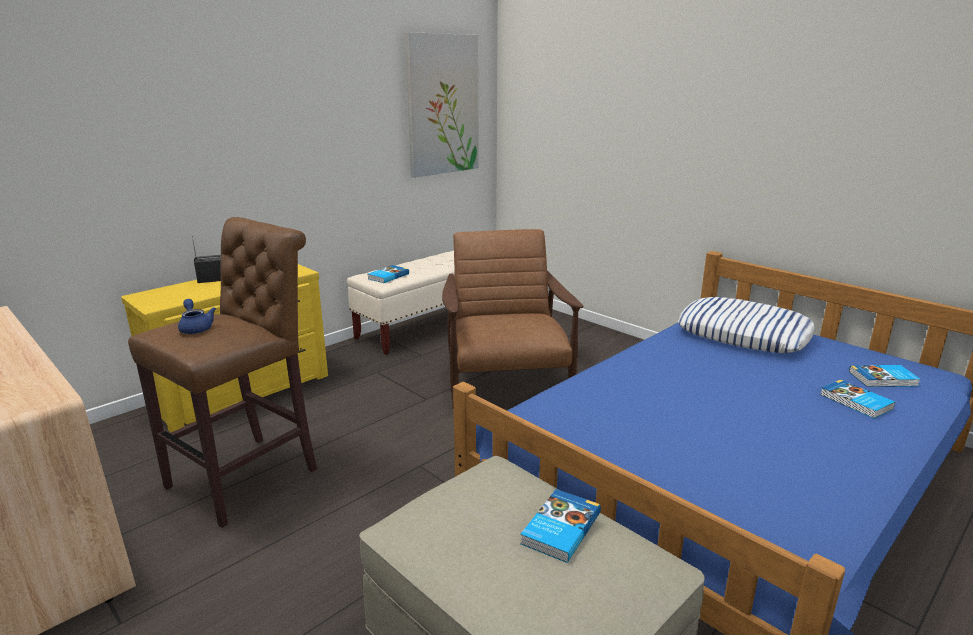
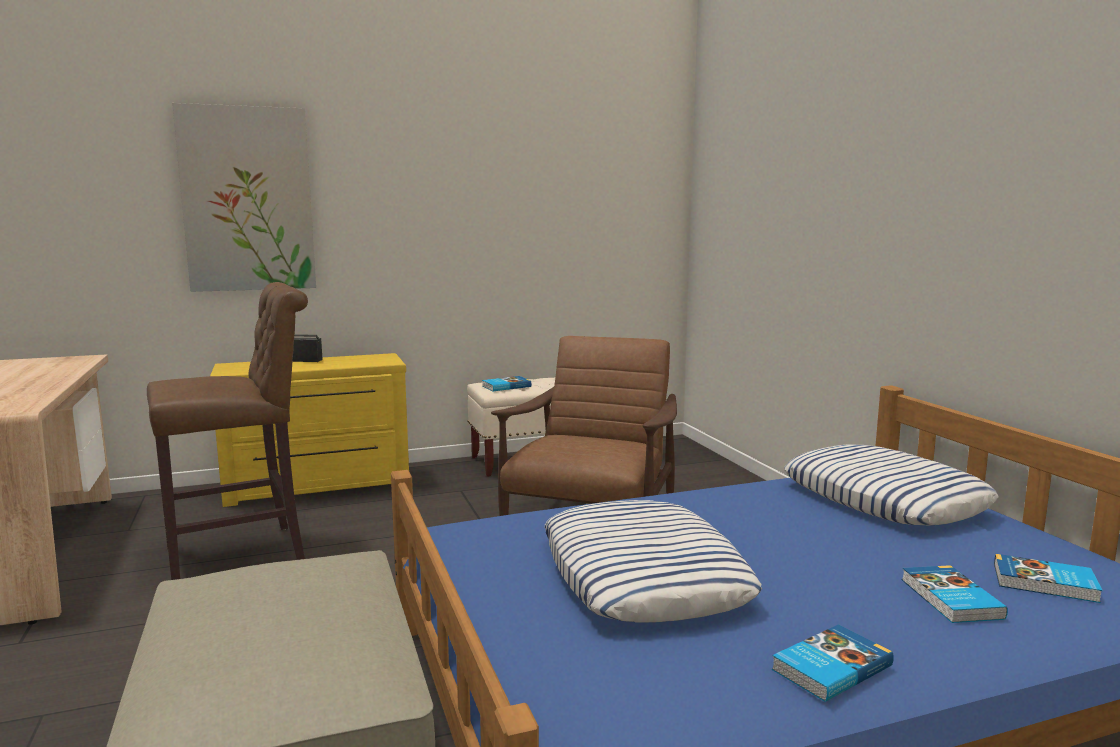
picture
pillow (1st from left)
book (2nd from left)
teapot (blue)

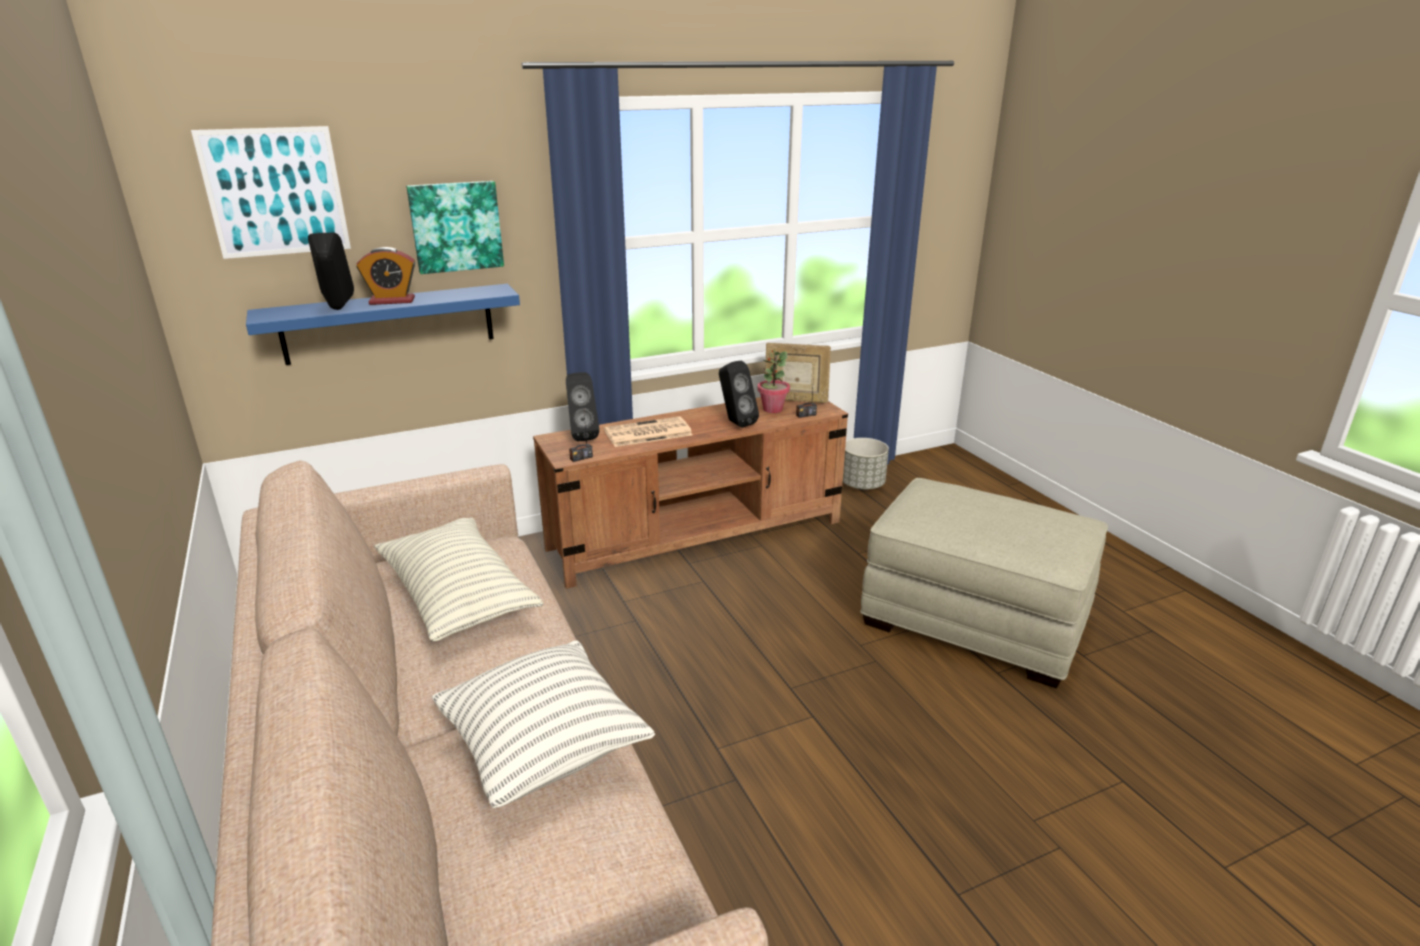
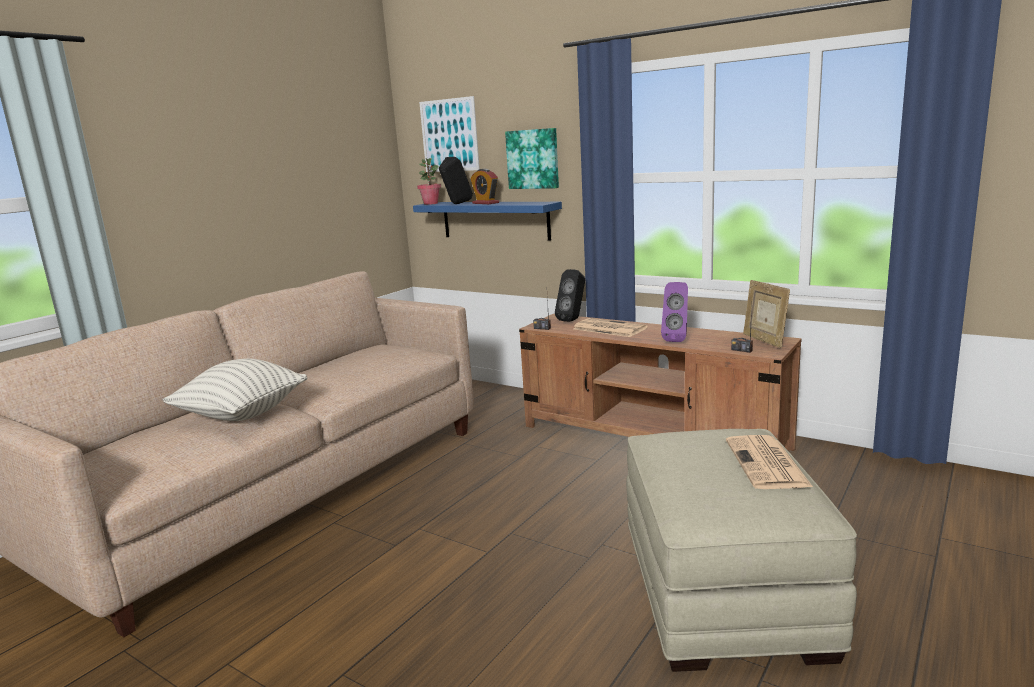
potted plant
speaker (purple)
newspaper (2nd from left)
pillow (1st from left in the first image)
planter (grey)

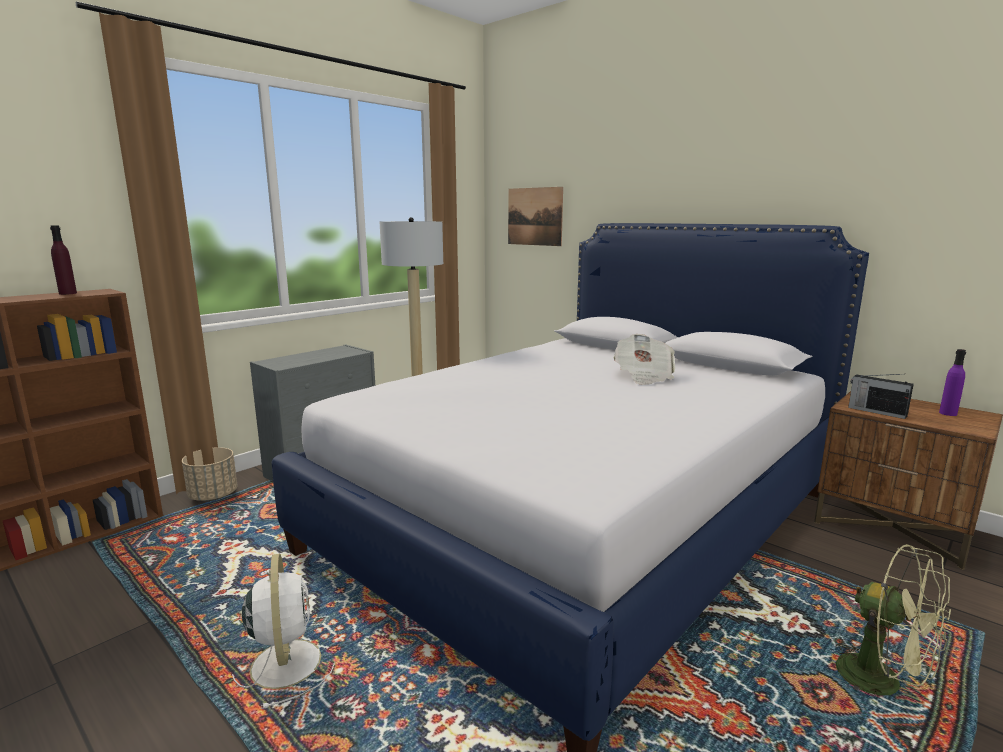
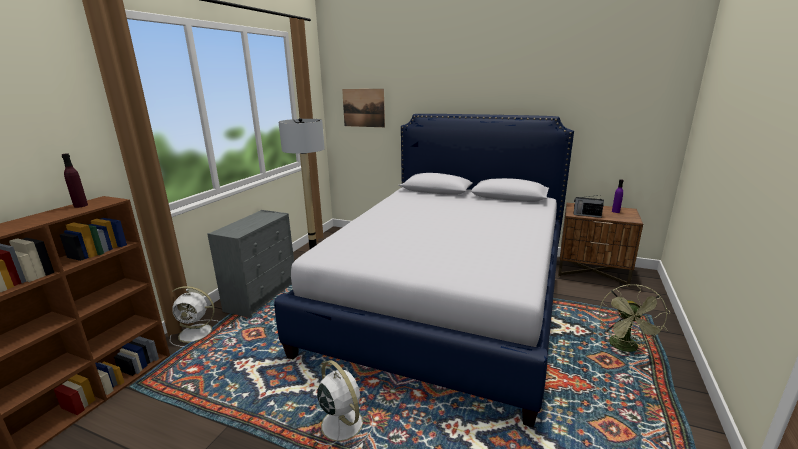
fan (white) (1st from left)
fan (green)
newspaper

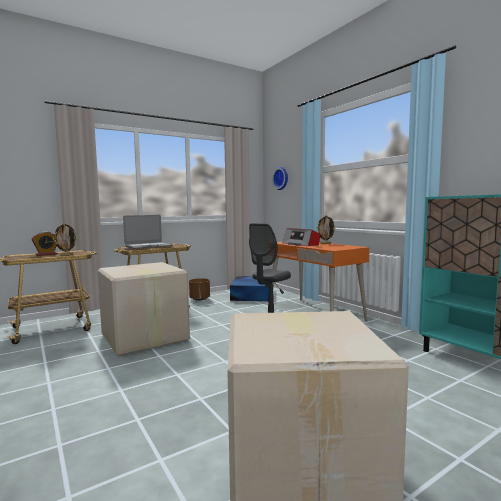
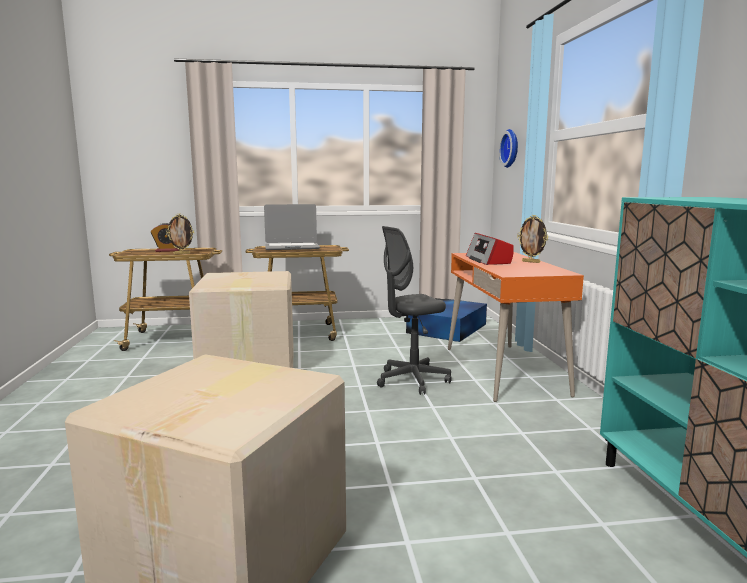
planter (brown)

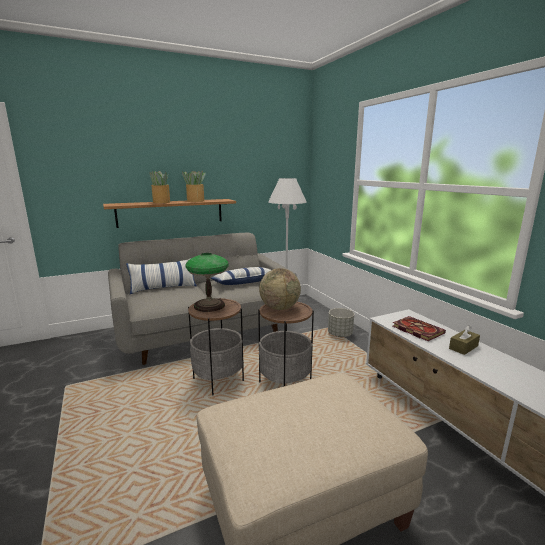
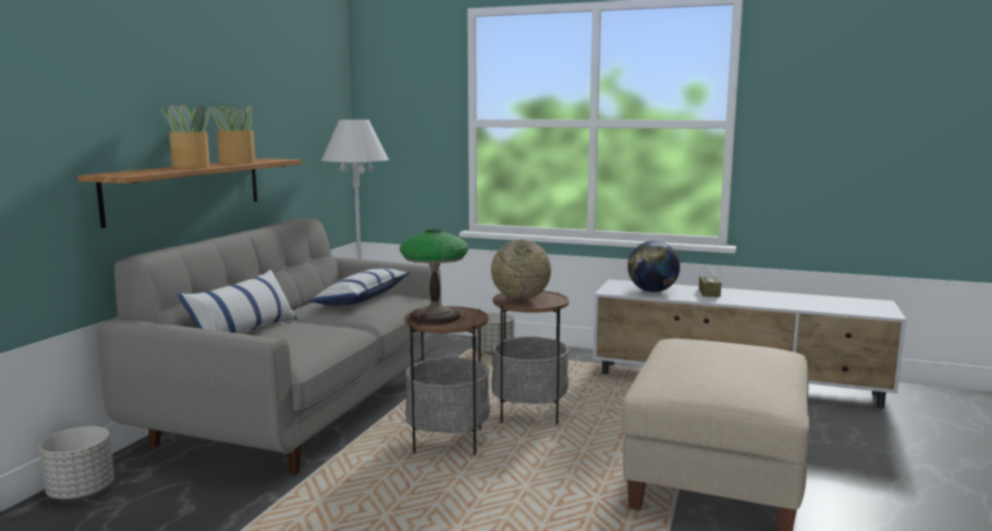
planter (grey) (1st from left)
globe (2nd from left)

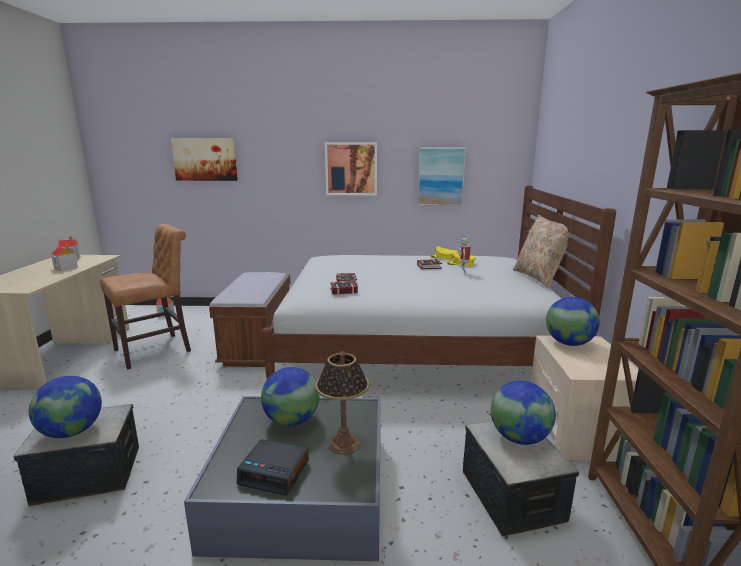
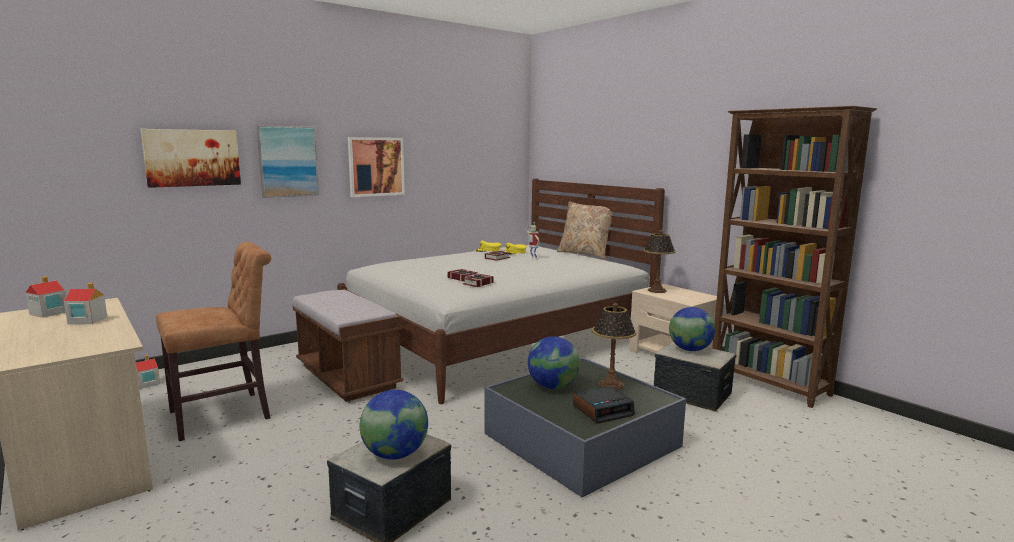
chair (brown)
picture (2nd from left)
table lamp (2nd from left)

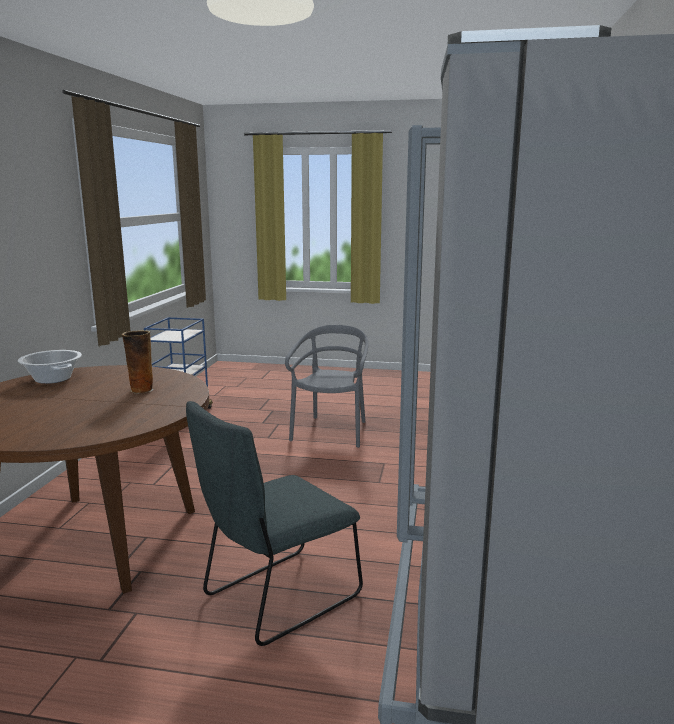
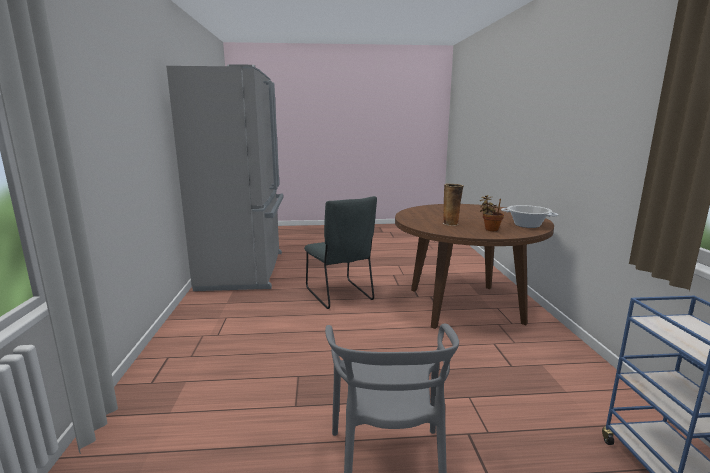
chair (grey) (1st from left)
potted plant

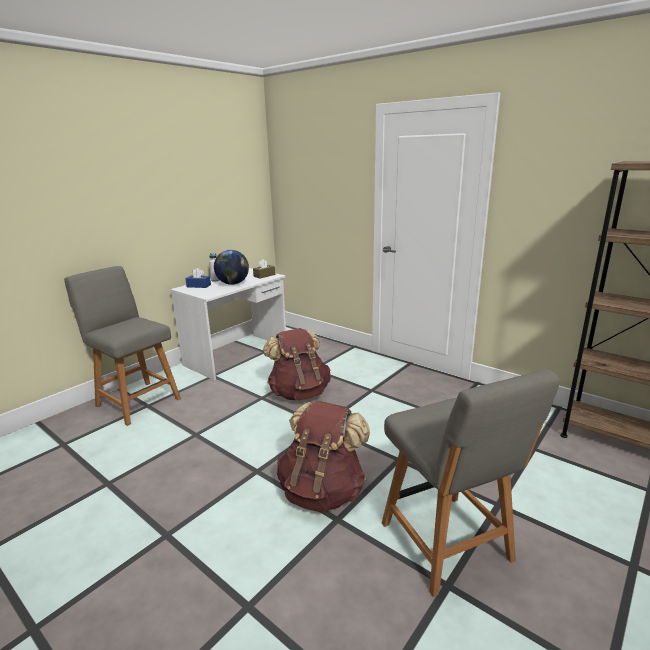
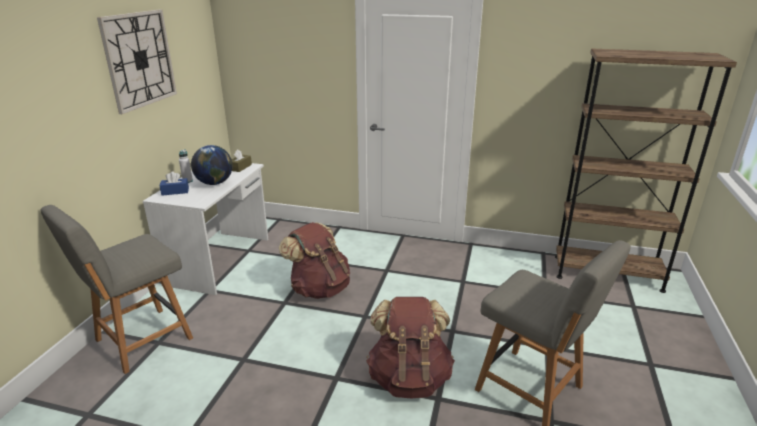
chair (grey) (1st from left)
wall clock

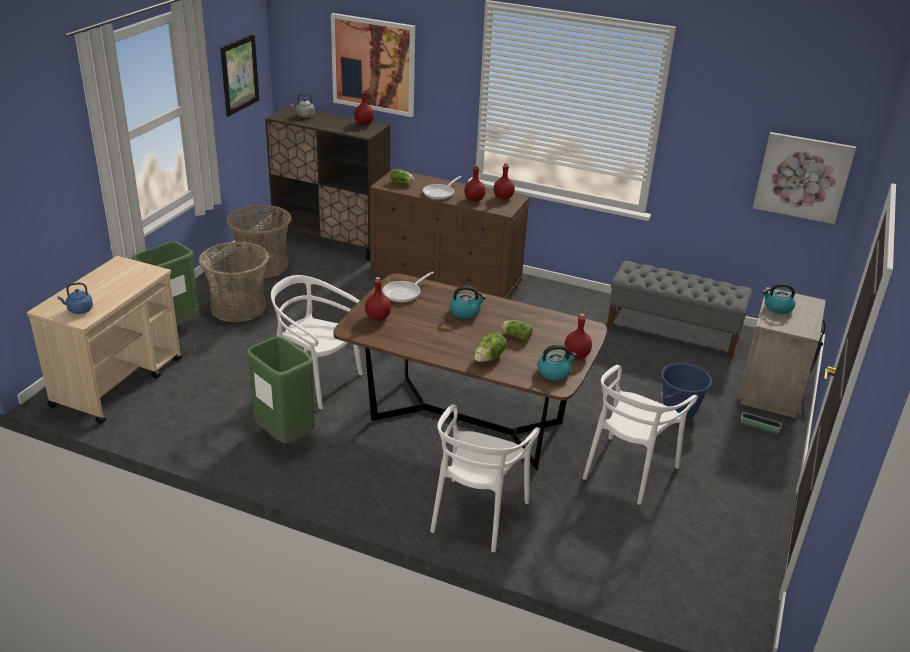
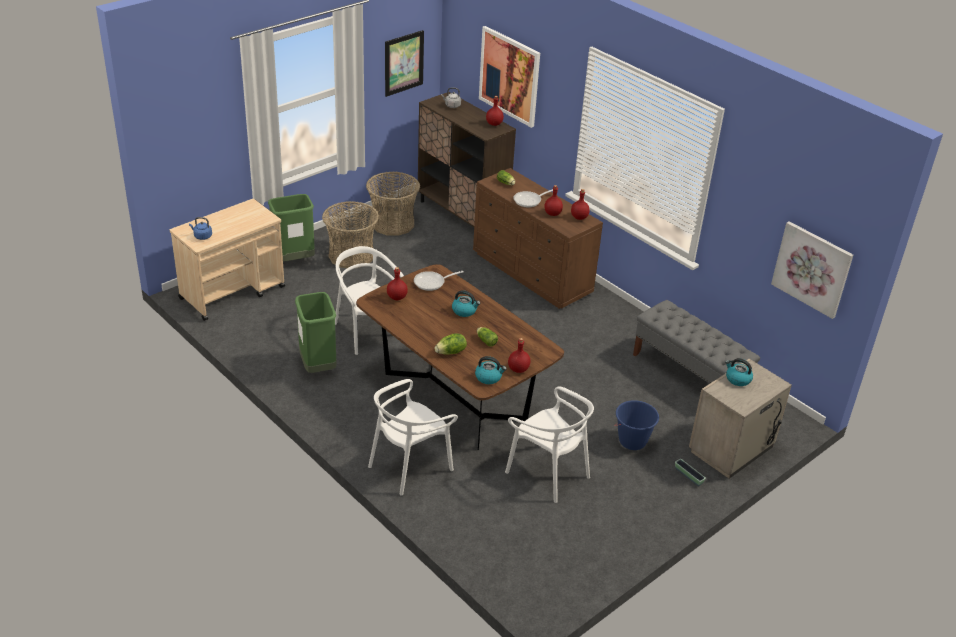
chair (white) (3rd from left)

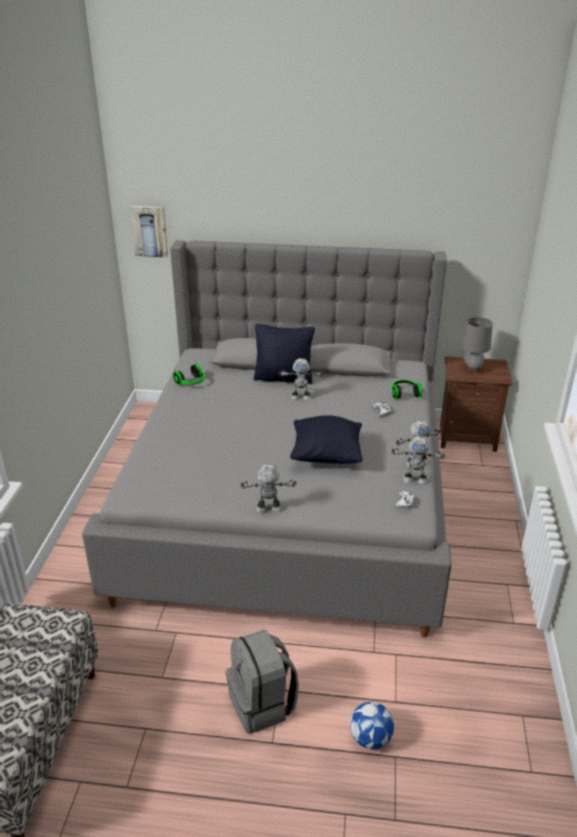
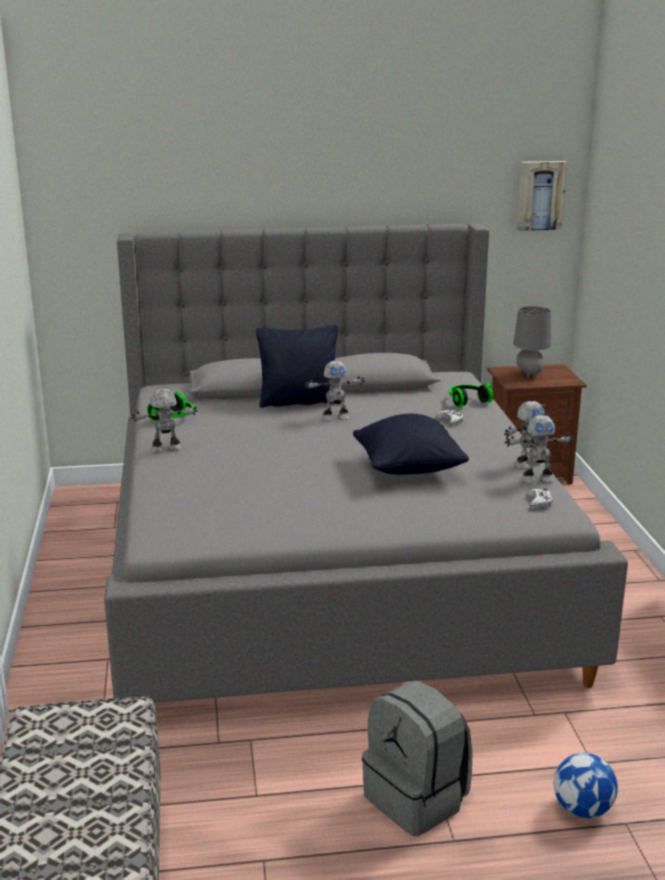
toy robot (1st from left)
picture

